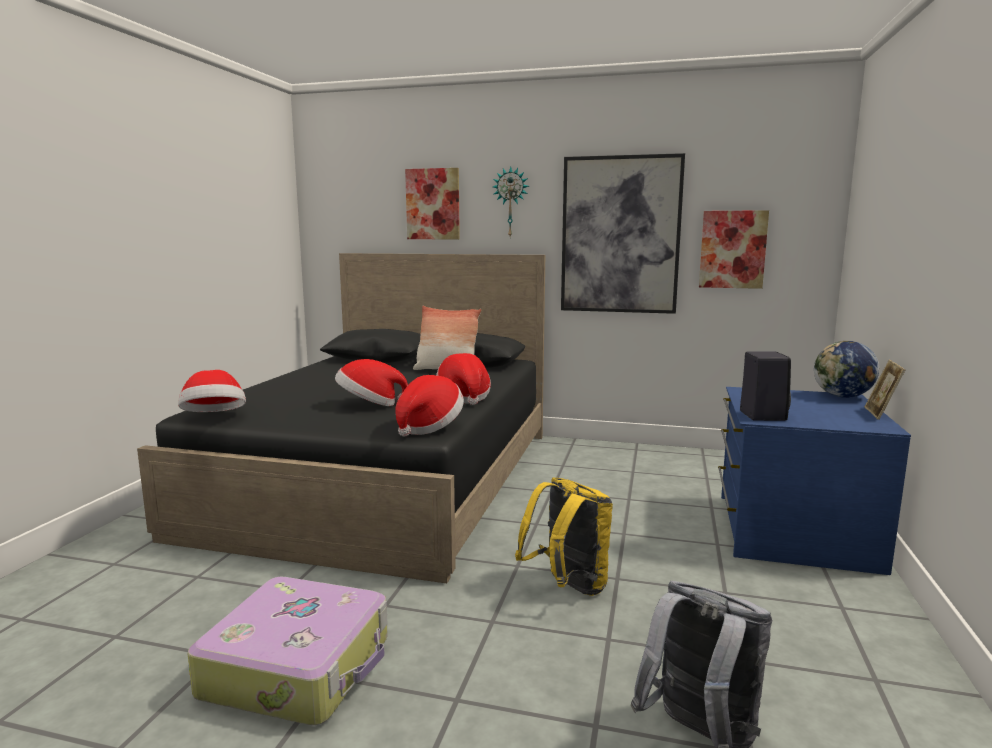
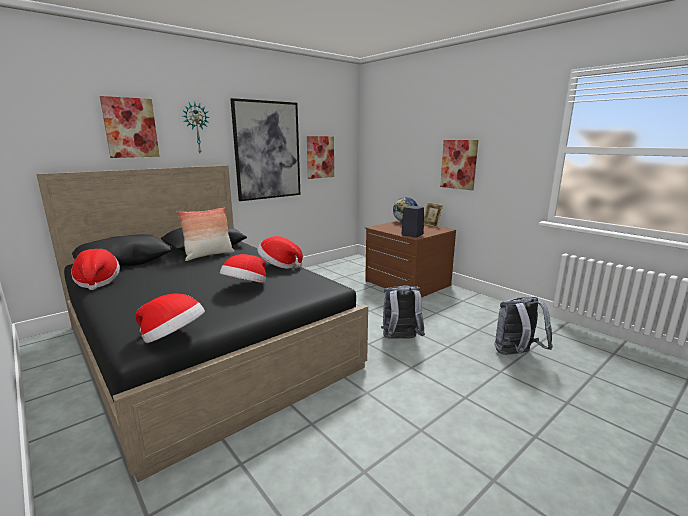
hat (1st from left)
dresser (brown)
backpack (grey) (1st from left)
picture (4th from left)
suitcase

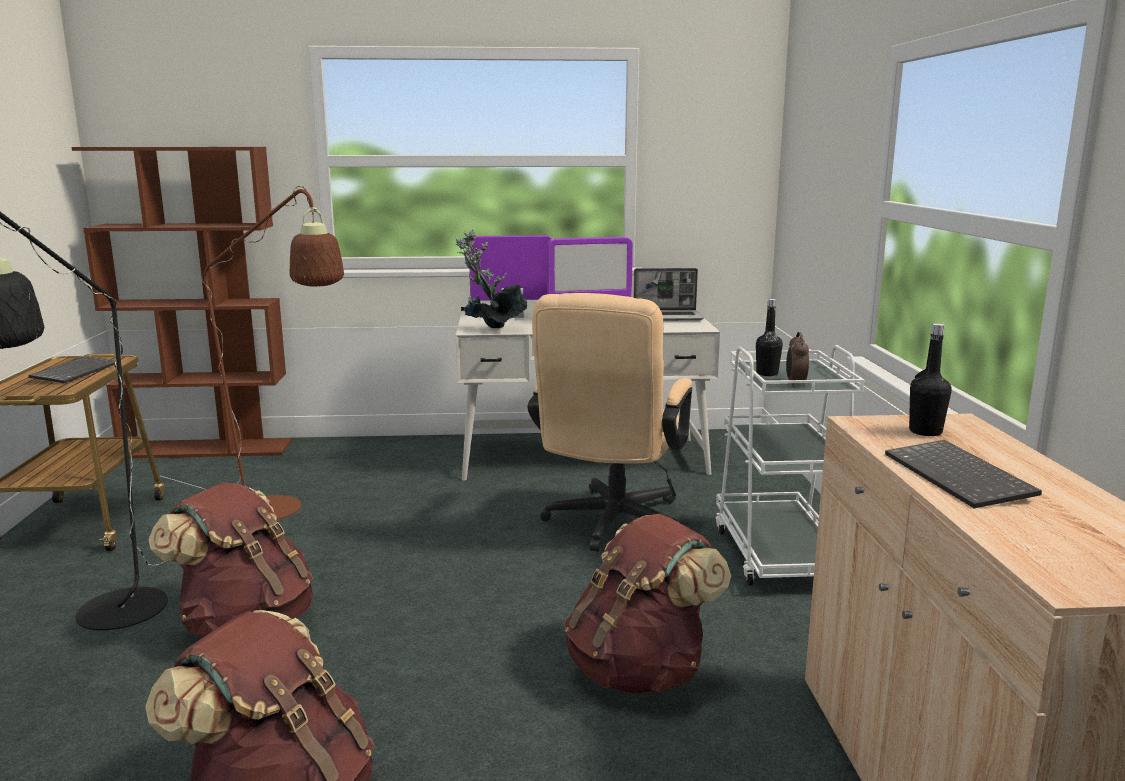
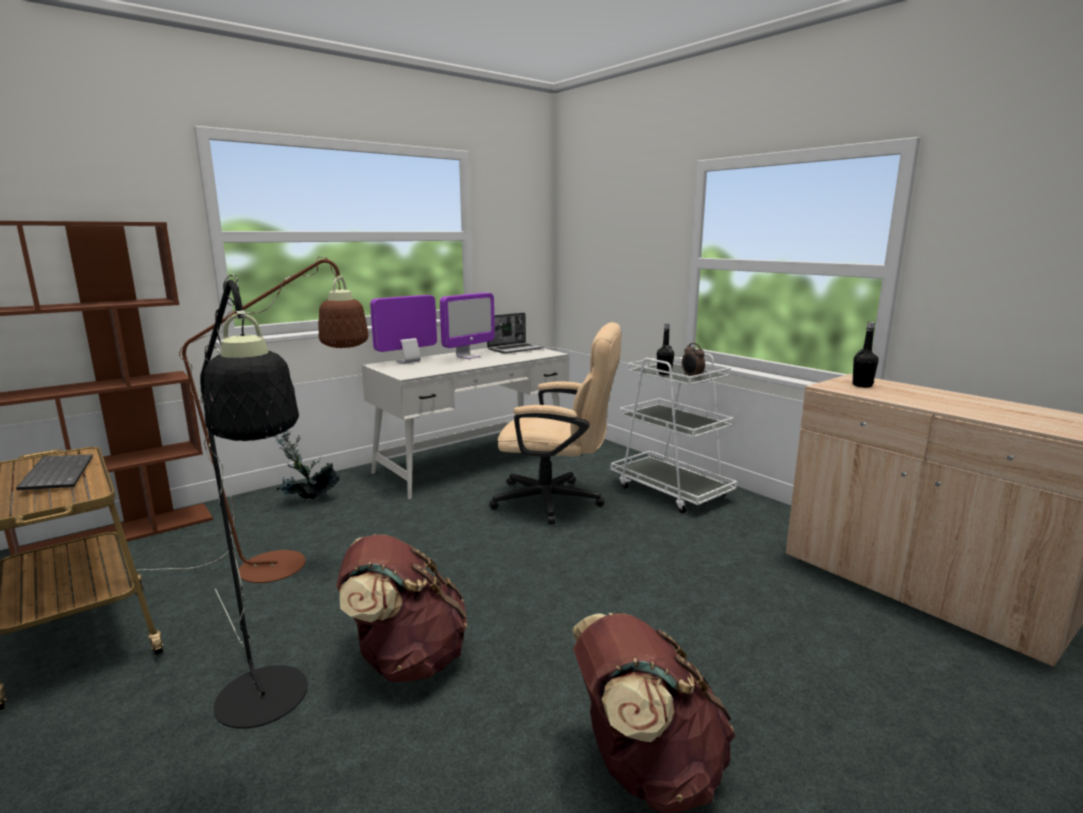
potted plant
office chair (beige)
backpack (brown) (3rd from left in the first image)
keyboard (2nd from left in the first image)

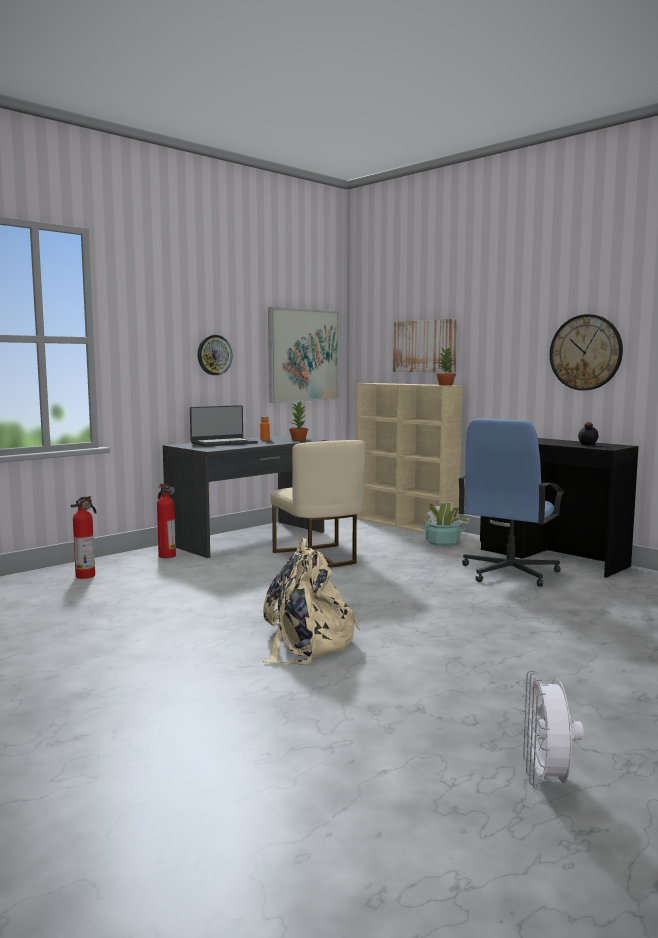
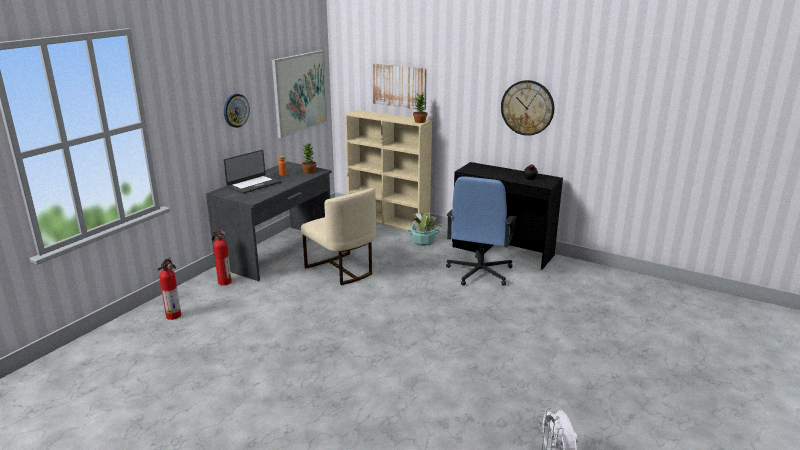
backpack (beige)

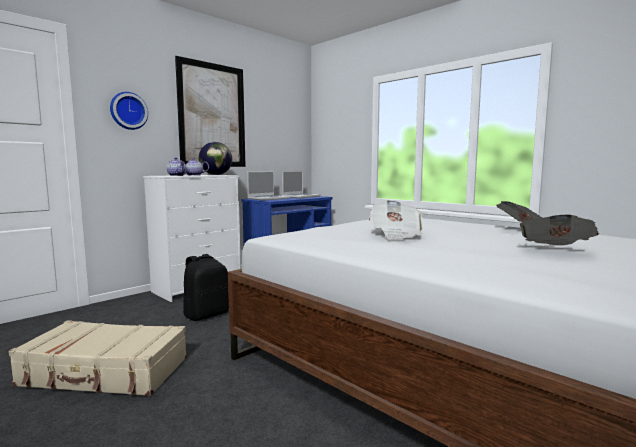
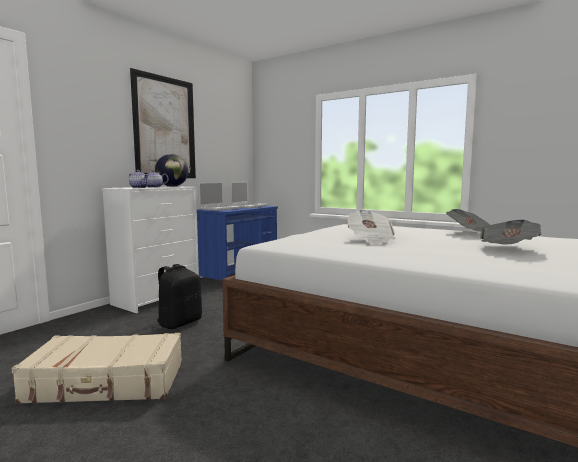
wall clock

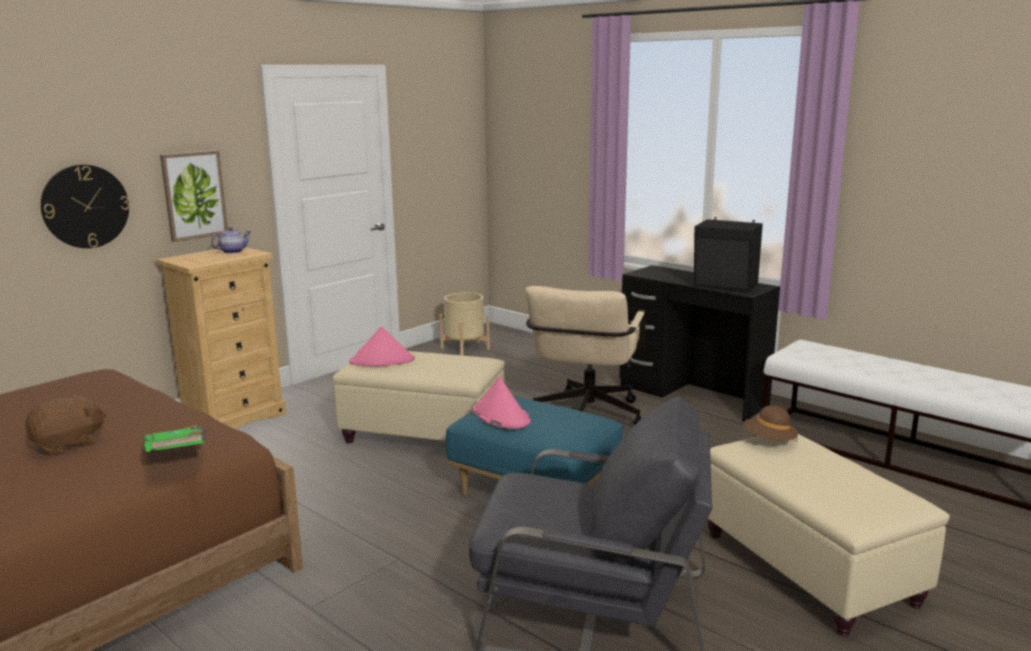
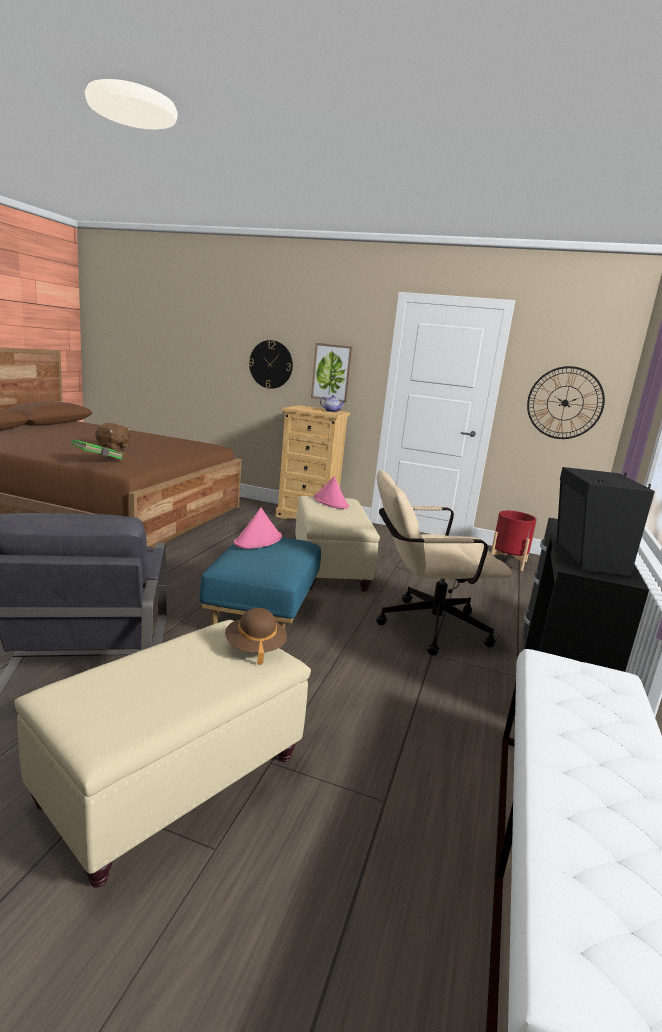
planter (red)
wall clock (2nd from left)

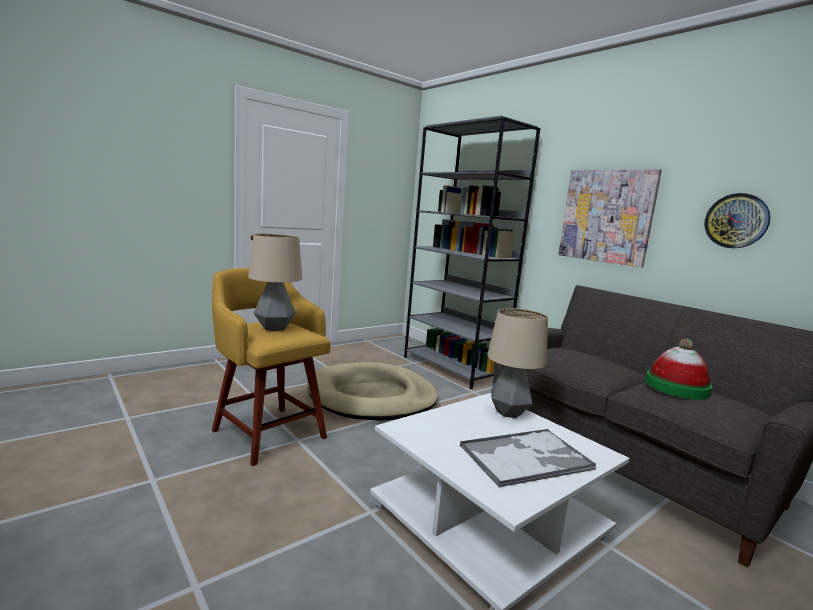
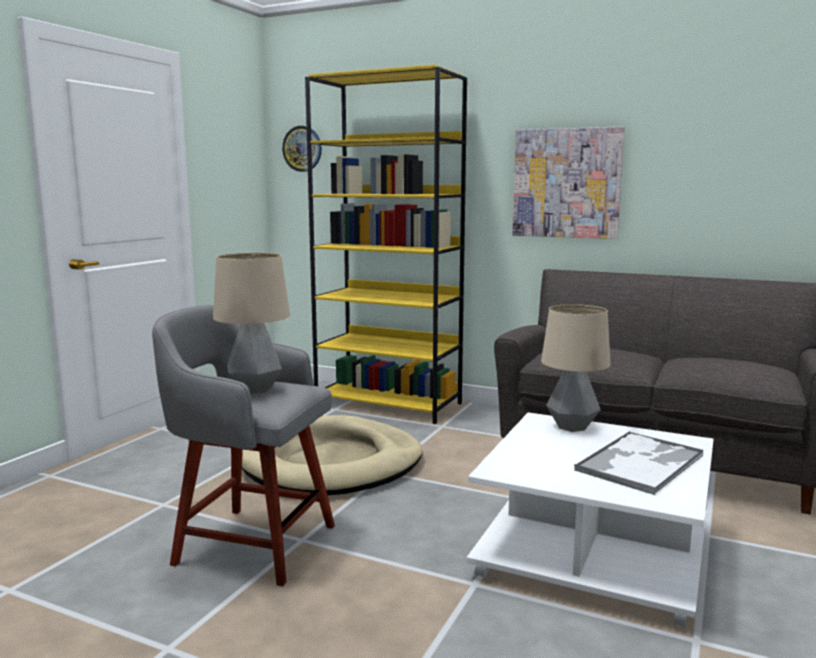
stool (grey)
wall clock
bookcase (yellow)
hat

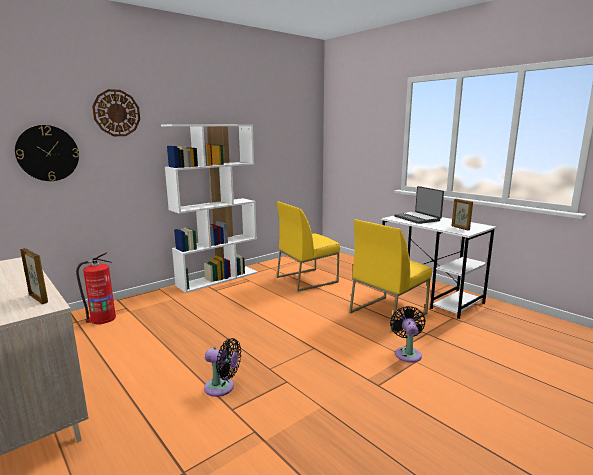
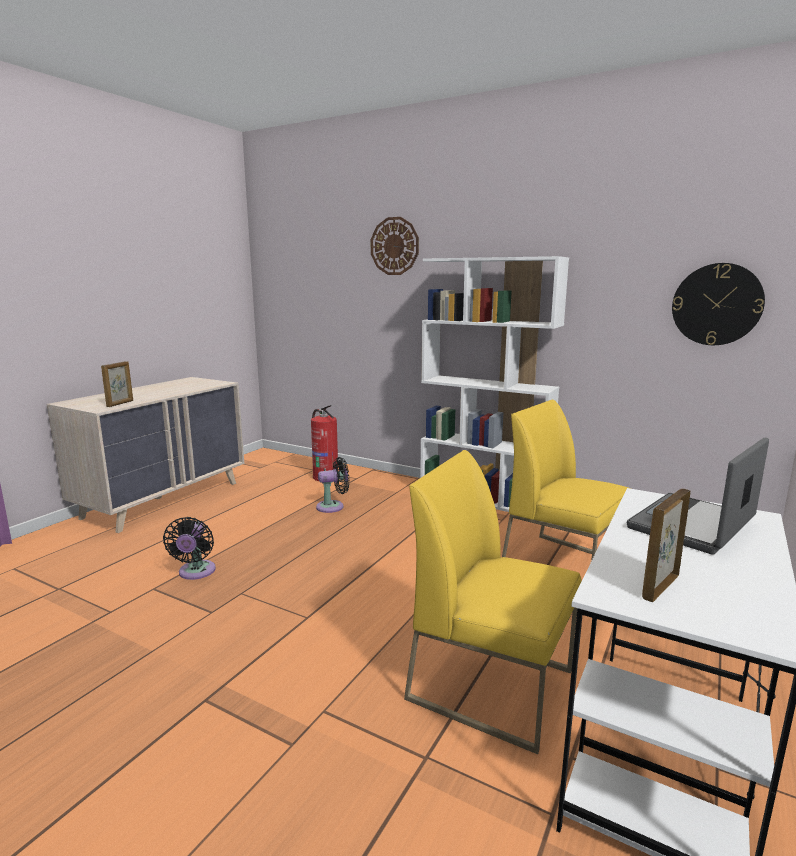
fan (black) (2nd from left)
wall clock (2nd from left)

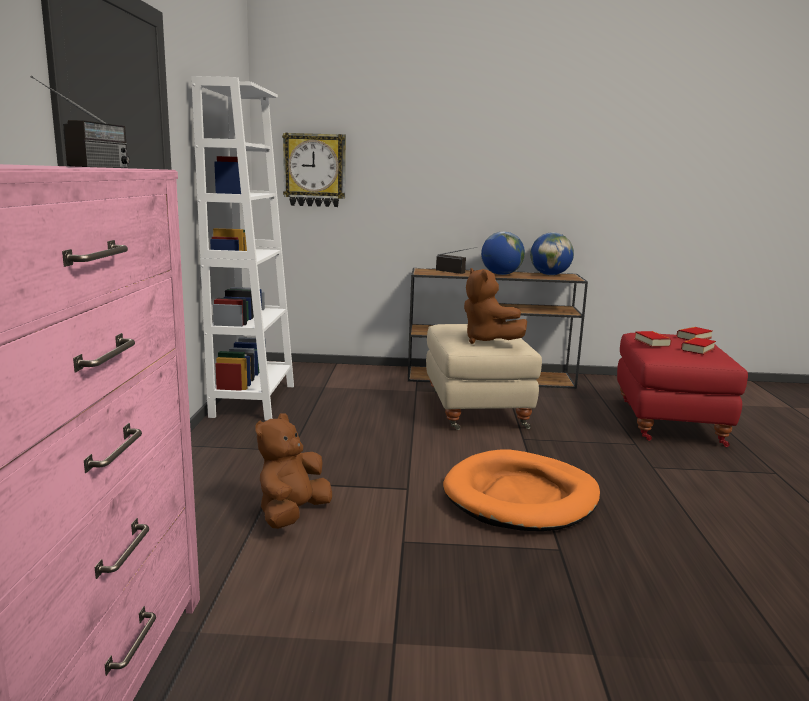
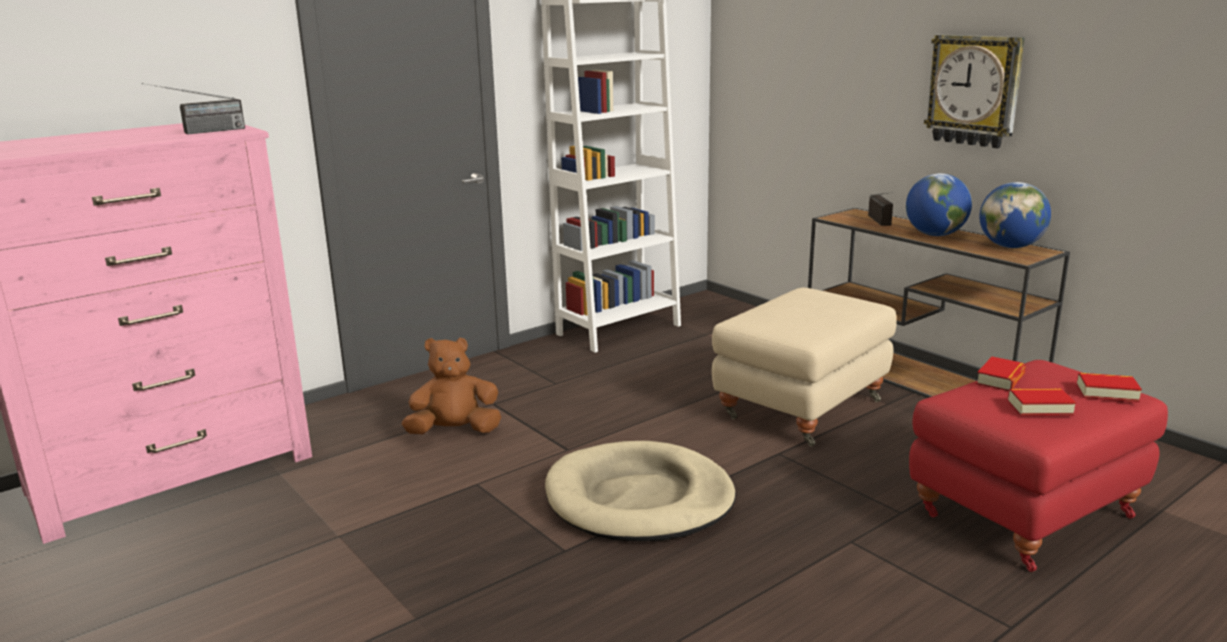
dog bed (beige)
wall clock
plush toy (brown) (2nd from left in the first image)

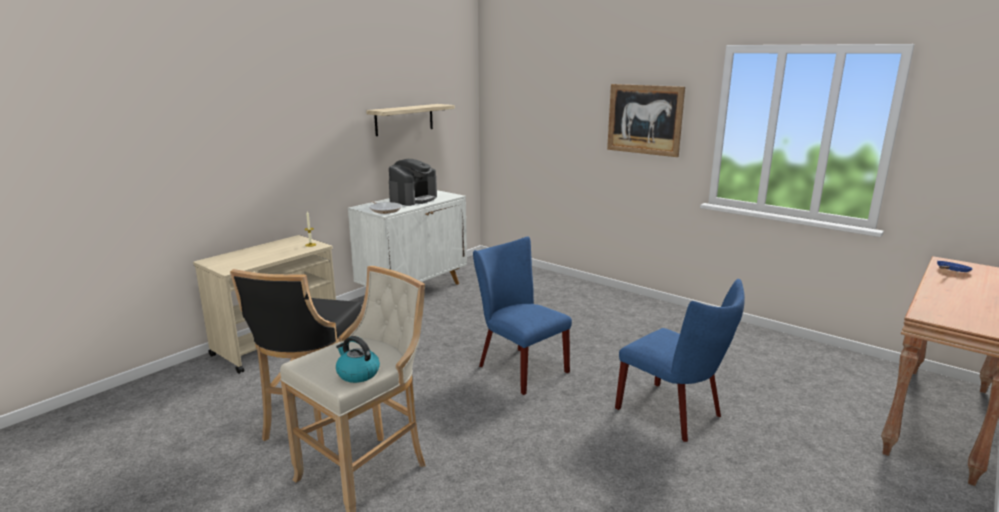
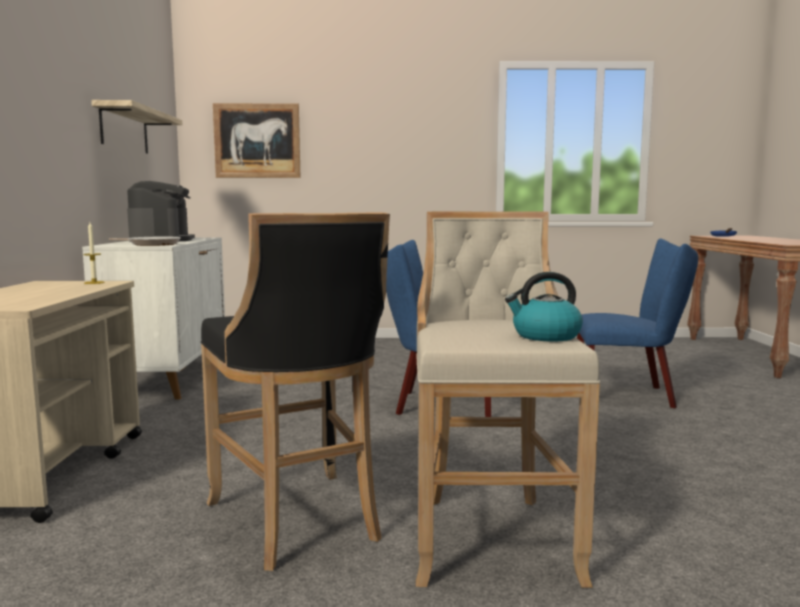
picture

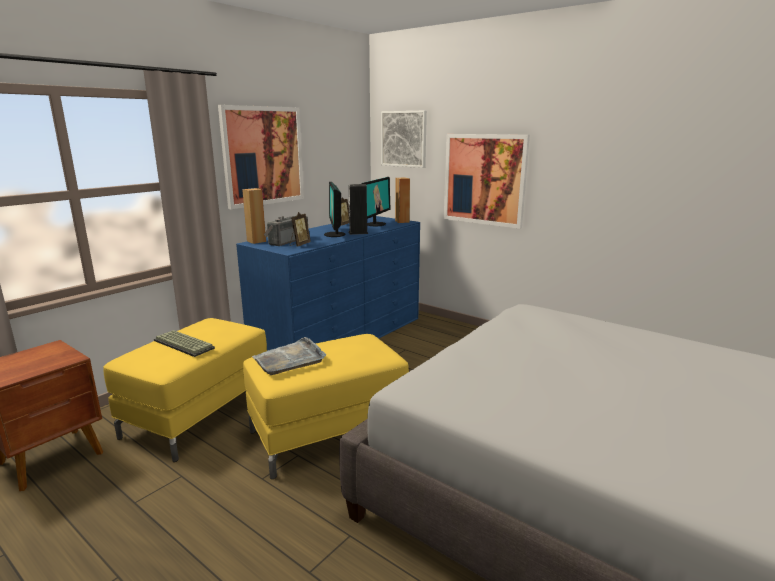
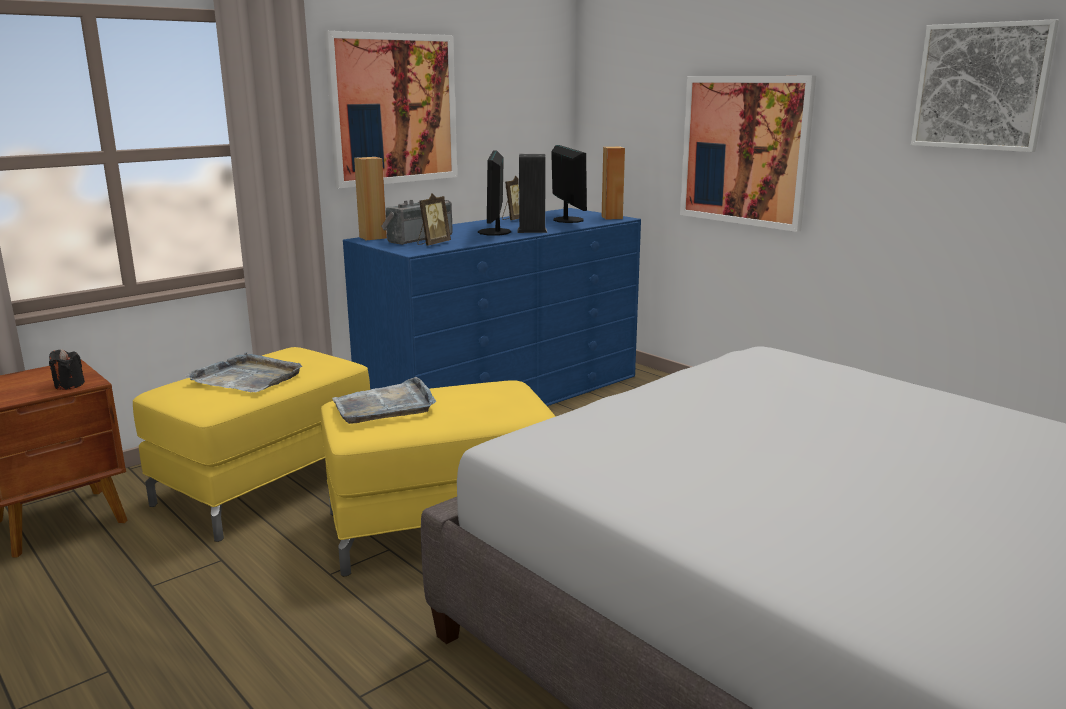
candle (black)
tray (grey) (1st from left)
monitor (2nd from left)
picture (3rd from left)

